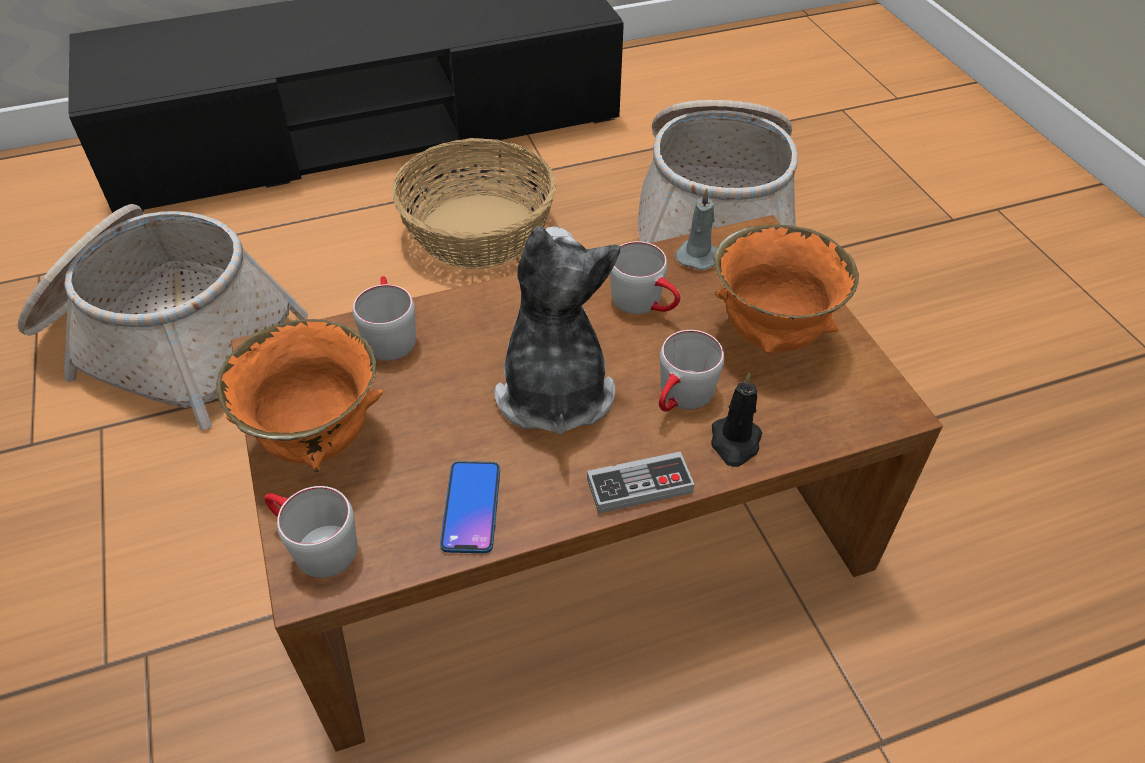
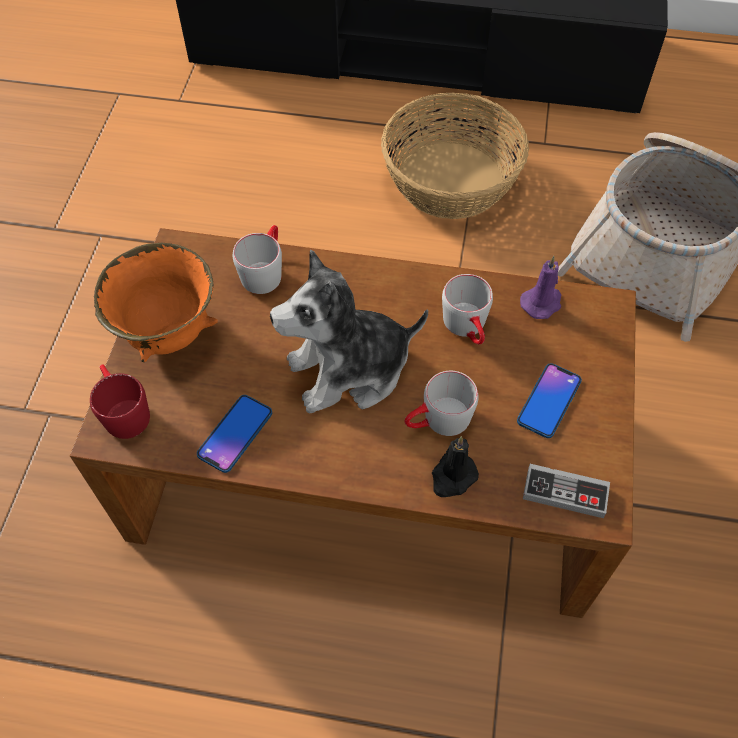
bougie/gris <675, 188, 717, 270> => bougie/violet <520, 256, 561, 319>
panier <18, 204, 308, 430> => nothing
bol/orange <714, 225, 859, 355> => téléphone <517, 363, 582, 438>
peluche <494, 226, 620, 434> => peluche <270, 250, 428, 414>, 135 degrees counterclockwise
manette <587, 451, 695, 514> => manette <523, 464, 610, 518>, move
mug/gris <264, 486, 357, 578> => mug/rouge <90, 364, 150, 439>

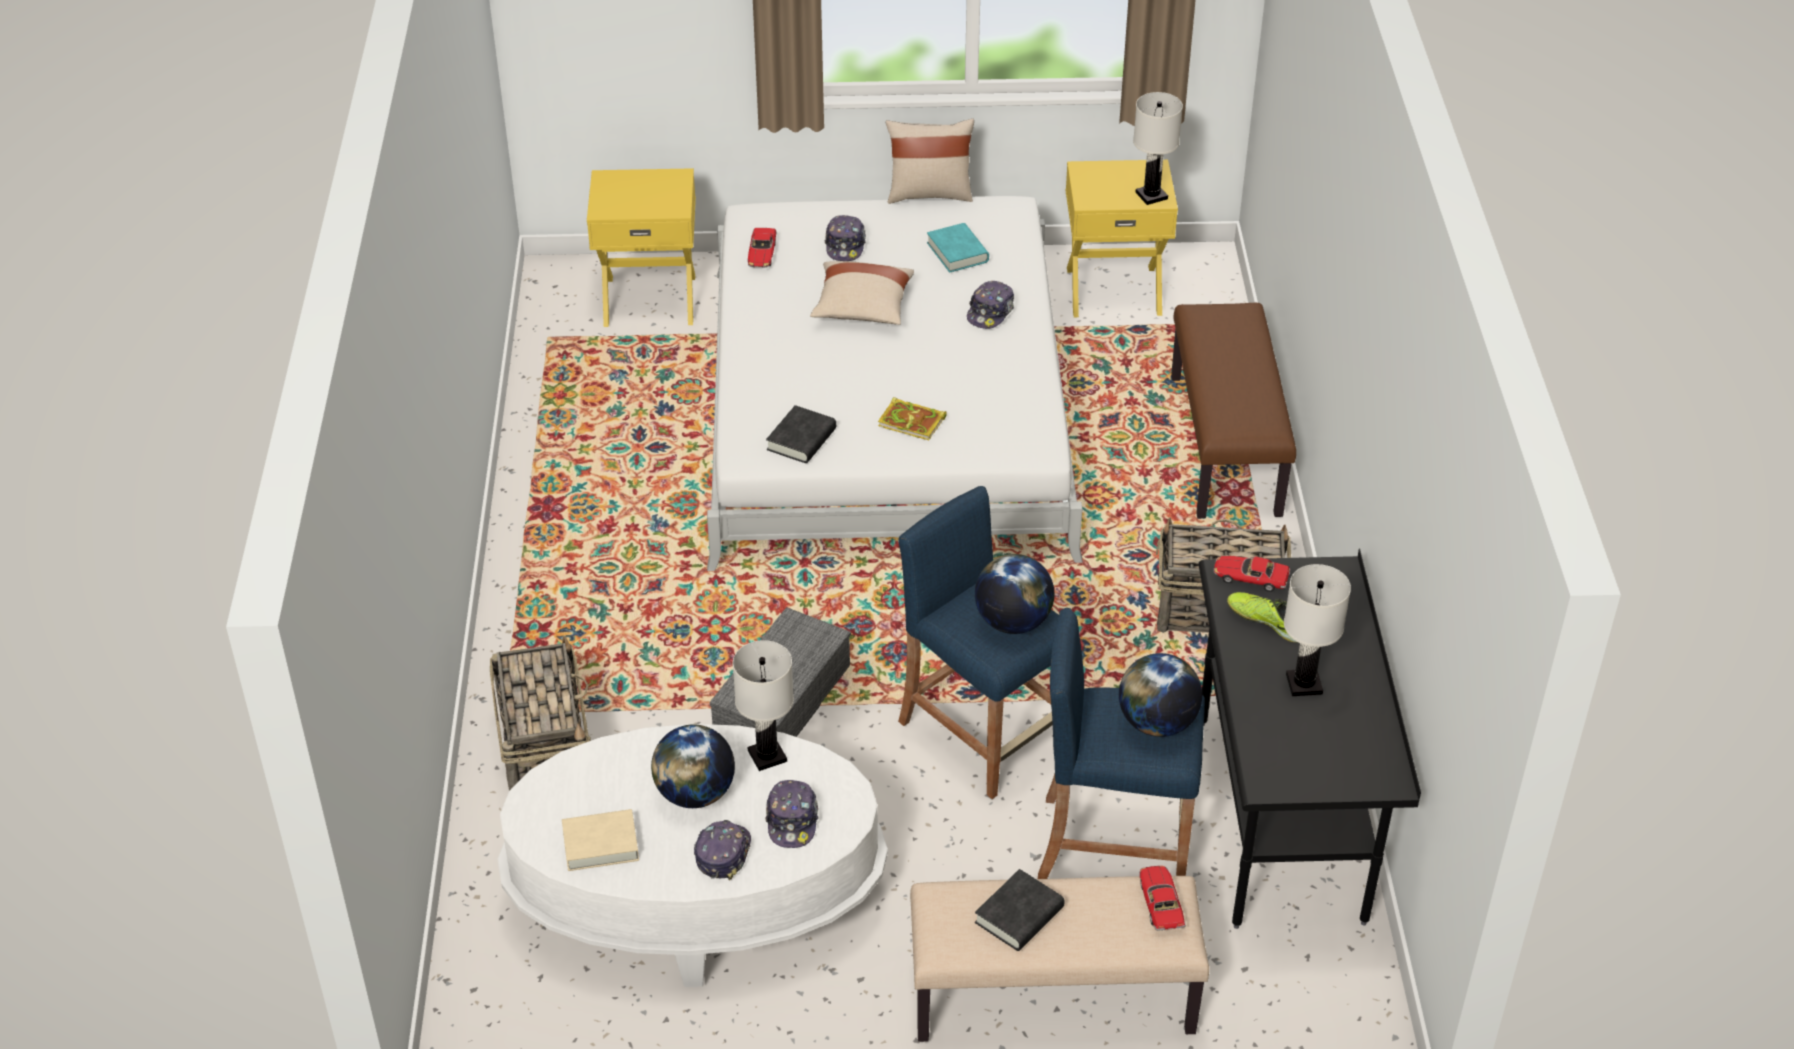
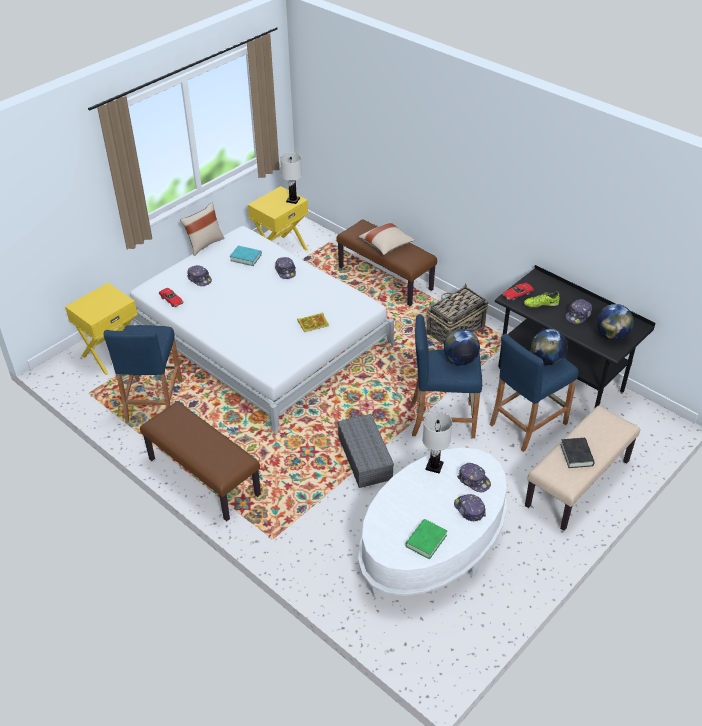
coussin/beige <810, 261, 914, 325> => coussin/beige <359, 222, 415, 255>, move
livre/noir <766, 405, 836, 463> => nothing
lampe de table/blanc <1284, 564, 1351, 696> => casquette <566, 299, 592, 324>
panier <490, 635, 591, 791> => nothing
globe <651, 725, 735, 808> => globe <597, 304, 634, 340>, move
livre/beige <562, 809, 639, 871> => livre/vert <406, 519, 448, 560>
petite voiture <1140, 866, 1186, 931> => nothing
nothing => tabouret/bleu <104, 325, 182, 422>
nothing => banc/marron <140, 402, 261, 521>

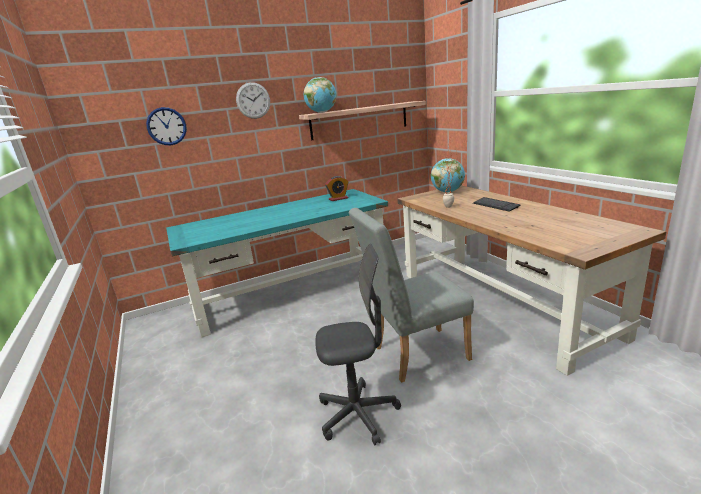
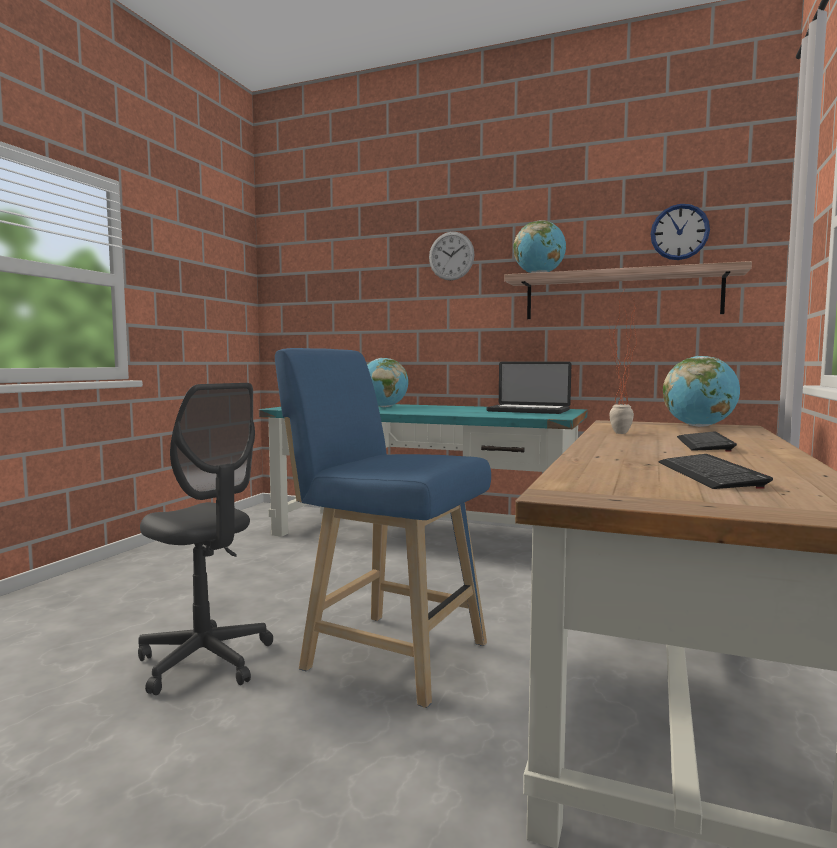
horloge murale <146, 107, 187, 145> => horloge murale <651, 204, 710, 260>, move
réveil <325, 176, 348, 201> => ordinateur portable <486, 362, 571, 414>
chaise/gris <349, 208, 474, 383> => tabouret/bleu <275, 348, 491, 708>
nothing => globe <367, 358, 409, 407>
nothing => clavier <658, 454, 773, 489>

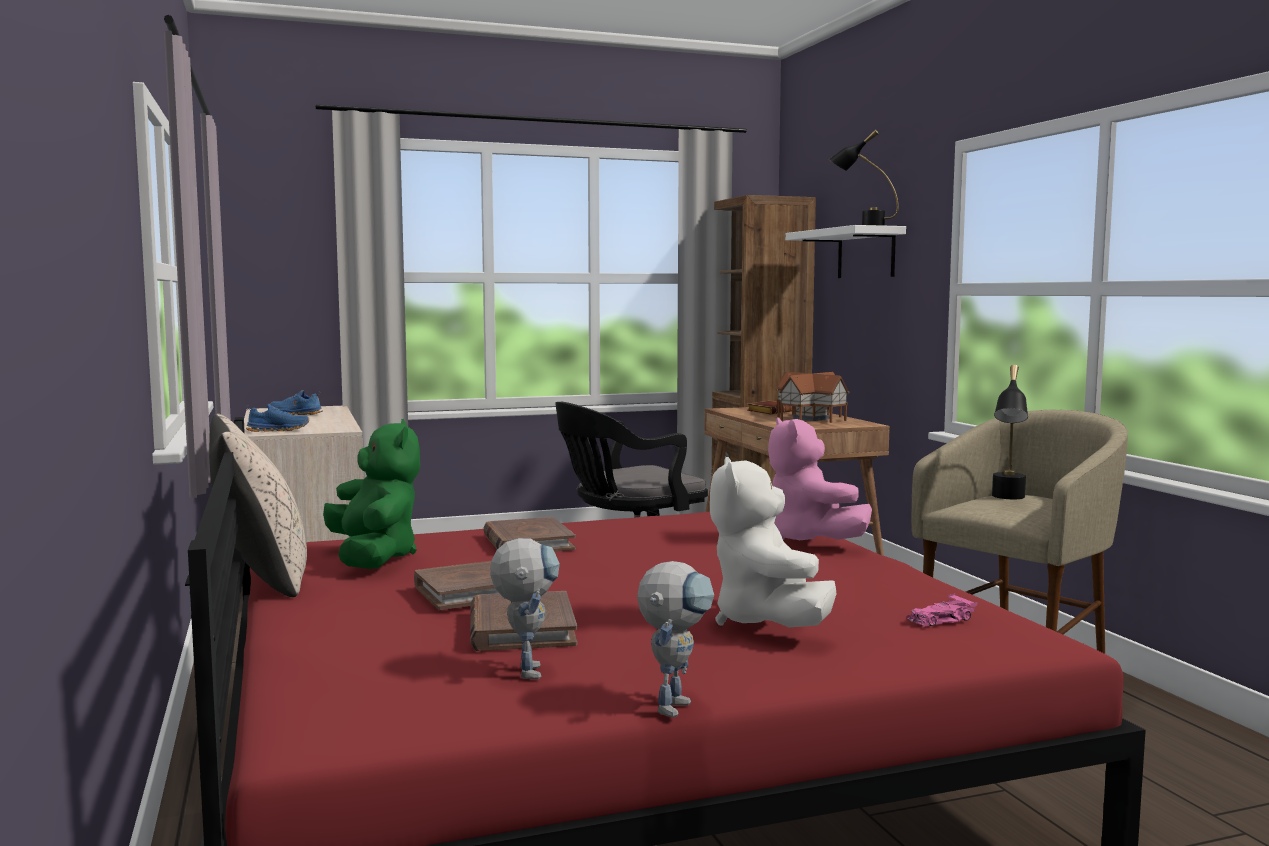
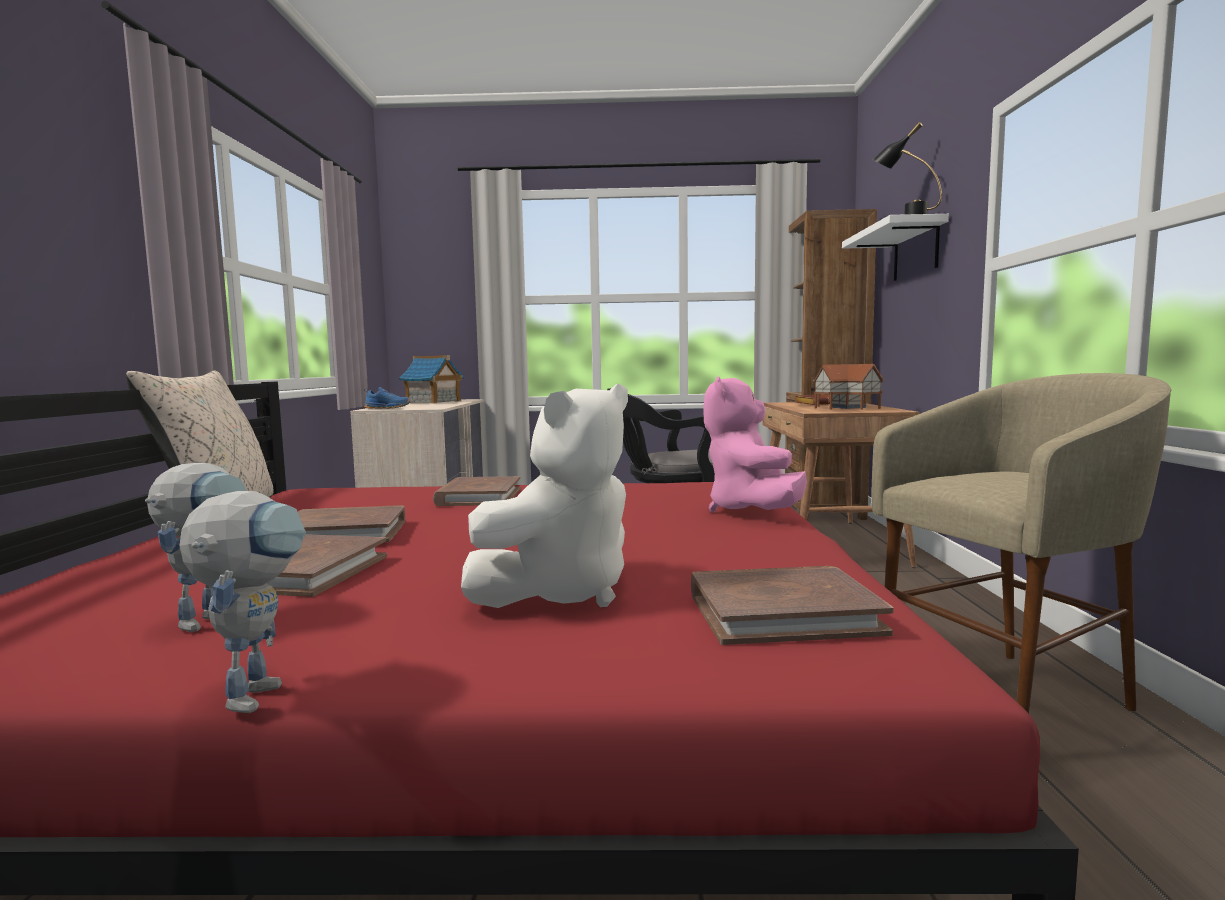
lampe de table/noir <992, 365, 1028, 499> => nothing
chaussure/bleu <270, 390, 323, 415> => maison miniature <399, 355, 465, 404>
peluche/vert <323, 419, 420, 569> => nothing
peluche/blanc <710, 457, 836, 627> => peluche/blanc <461, 384, 628, 608>, 150 degrees counterclockwise
robot jouet <637, 561, 714, 718> => robot jouet <180, 491, 306, 713>, 45 degrees counterclockwise
petite voiture/rose <906, 594, 977, 627> => livre/marron <691, 566, 894, 645>

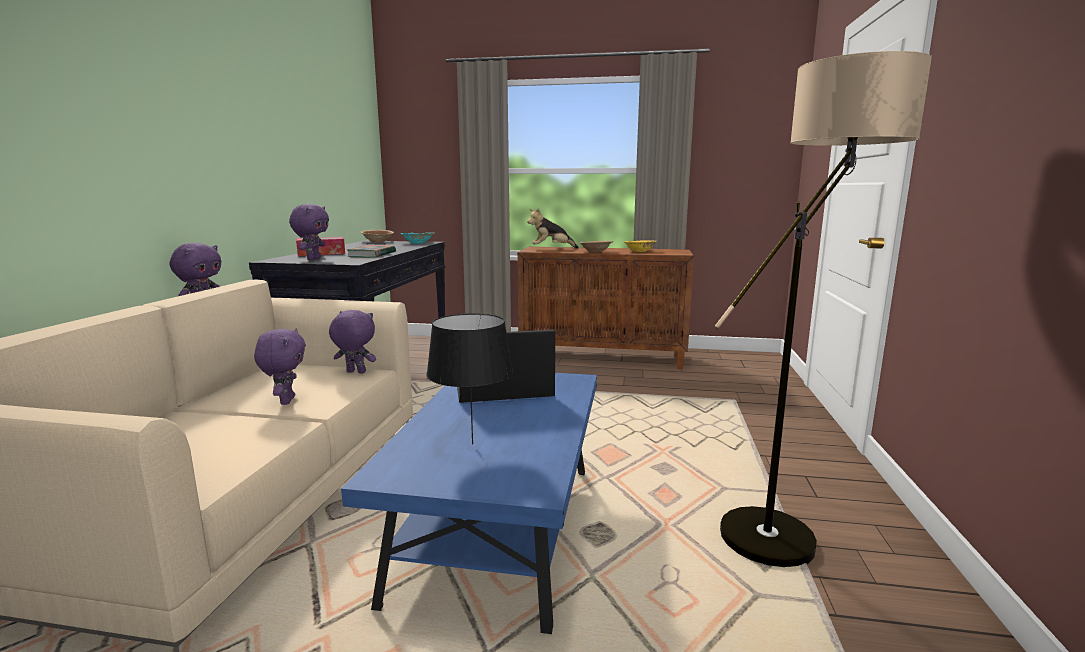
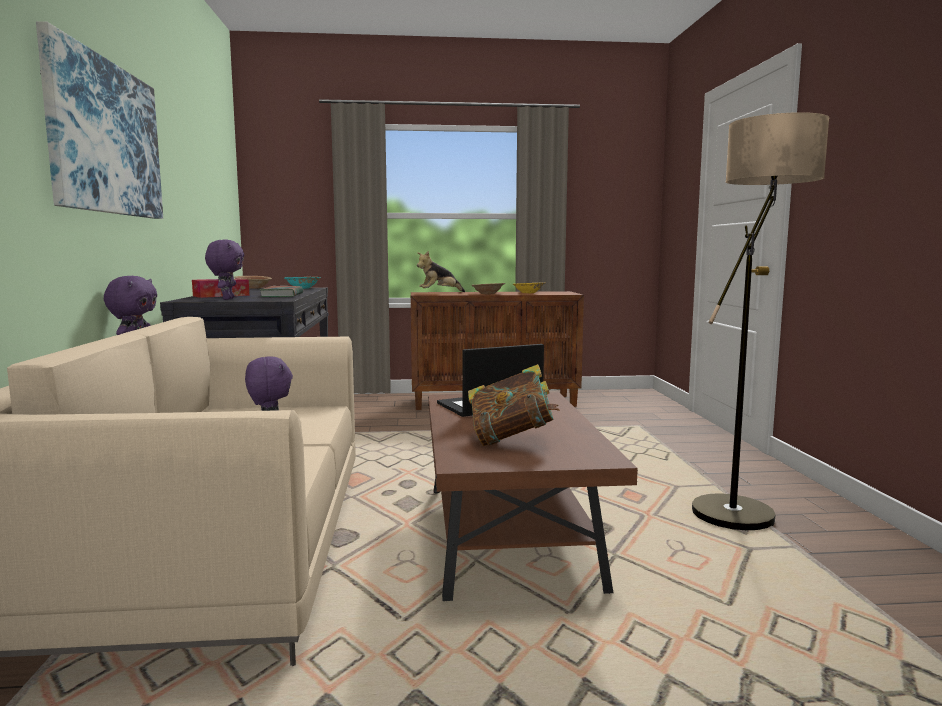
peluche/violet <329, 310, 376, 374> => nothing
lampe de table/noir <426, 313, 513, 444> => livre <468, 364, 560, 446>
table basse/bleu <341, 373, 597, 634> => table basse/marron <428, 392, 638, 601>
nothing => tableau <36, 21, 163, 219>

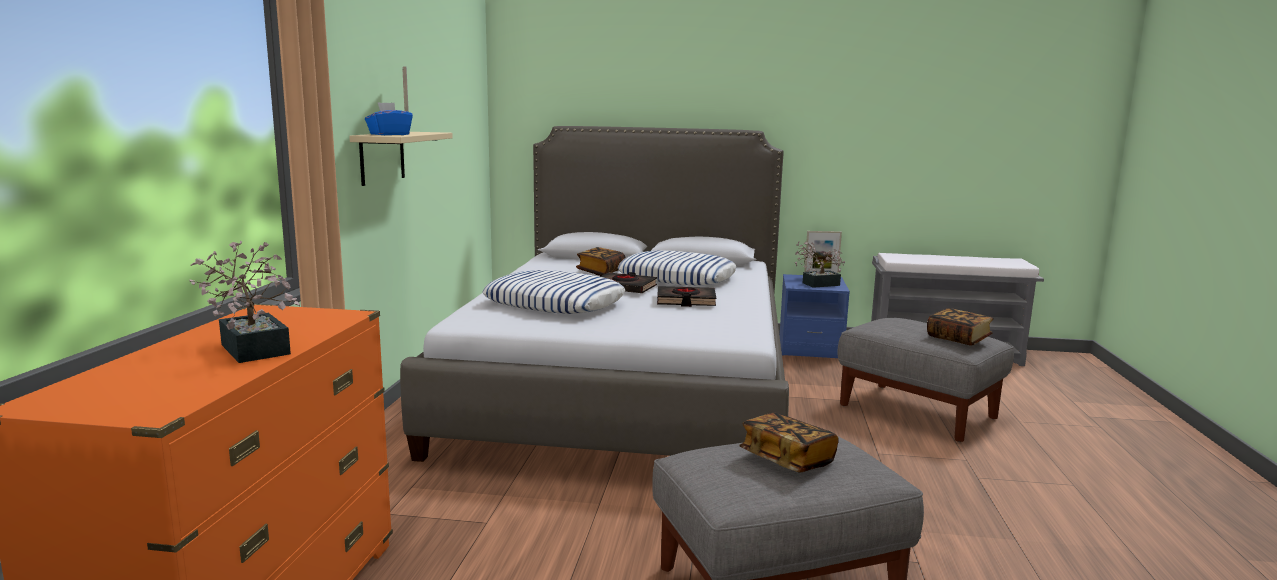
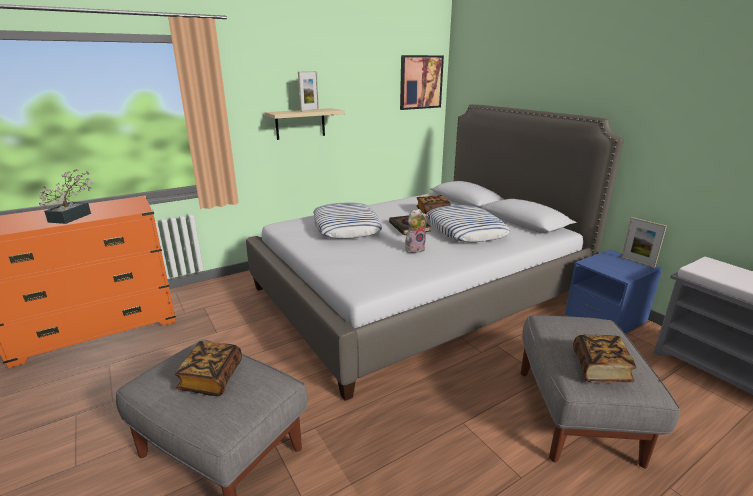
boîte à mouchoirs/bleu <365, 102, 413, 135> => nothing
plante en pot <795, 241, 845, 288> => nothing
livre/noir <657, 286, 716, 307> => peluche <405, 209, 428, 253>
nothing => tableau <400, 55, 444, 110>

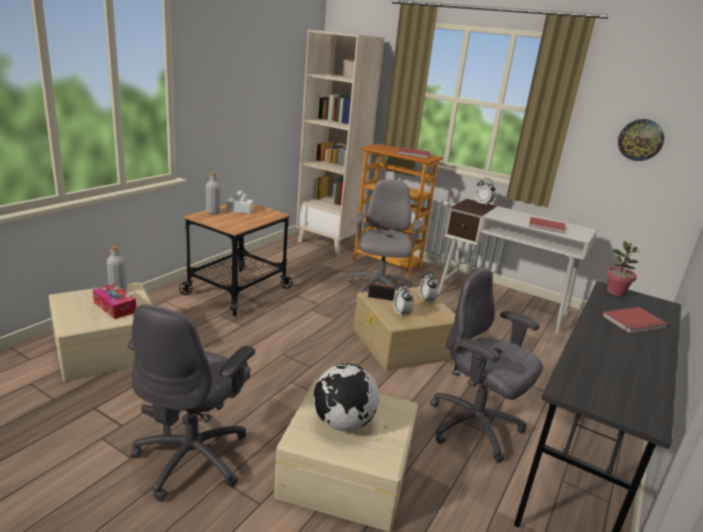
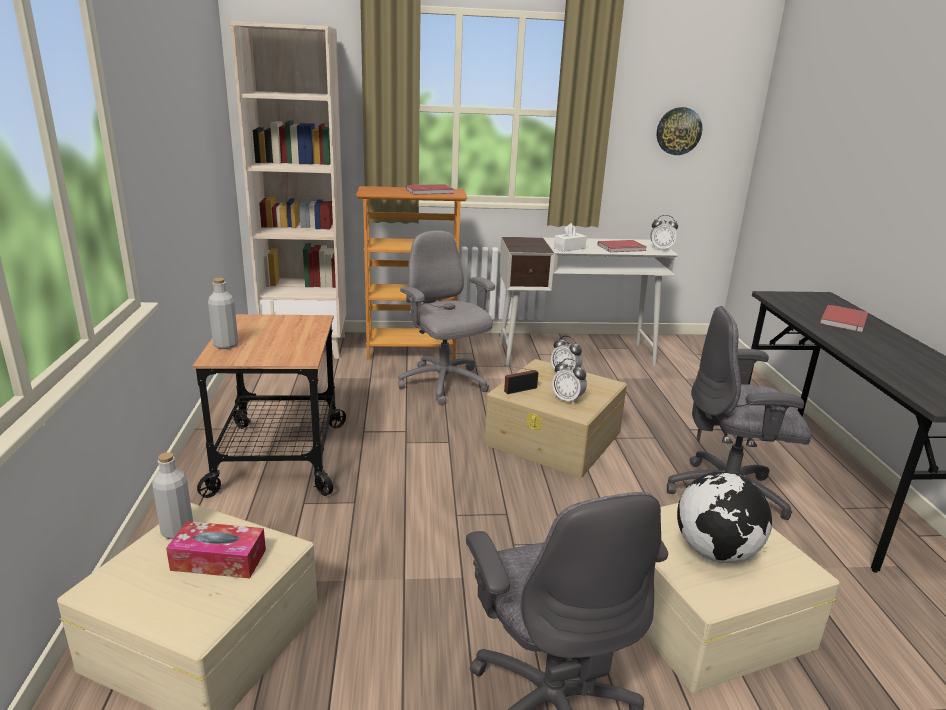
réveil <475, 178, 496, 205> => réveil <650, 215, 678, 250>, move
boîte à mouchoirs/blanc <226, 191, 253, 214> => boîte à mouchoirs/blanc <554, 223, 587, 252>, move
plante en pot <606, 241, 638, 296> => nothing

